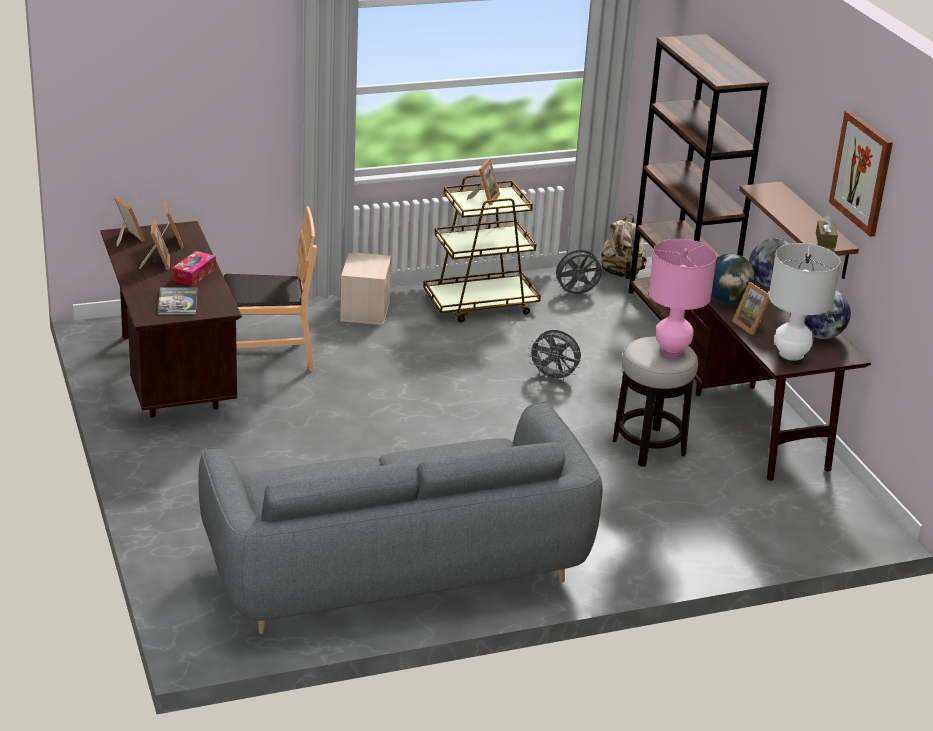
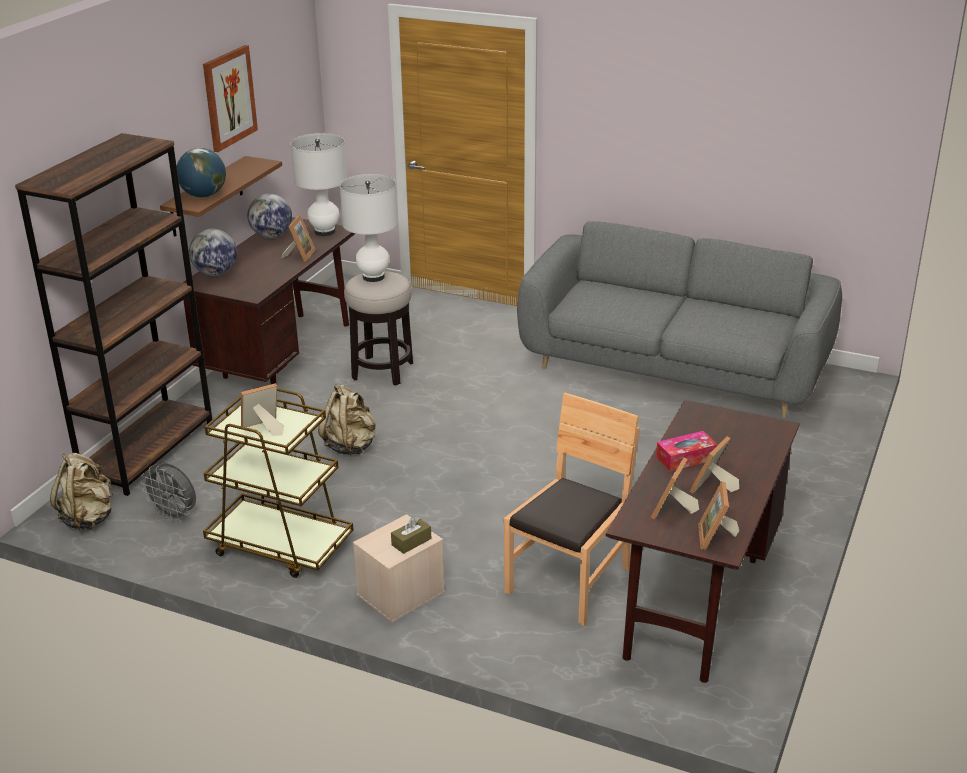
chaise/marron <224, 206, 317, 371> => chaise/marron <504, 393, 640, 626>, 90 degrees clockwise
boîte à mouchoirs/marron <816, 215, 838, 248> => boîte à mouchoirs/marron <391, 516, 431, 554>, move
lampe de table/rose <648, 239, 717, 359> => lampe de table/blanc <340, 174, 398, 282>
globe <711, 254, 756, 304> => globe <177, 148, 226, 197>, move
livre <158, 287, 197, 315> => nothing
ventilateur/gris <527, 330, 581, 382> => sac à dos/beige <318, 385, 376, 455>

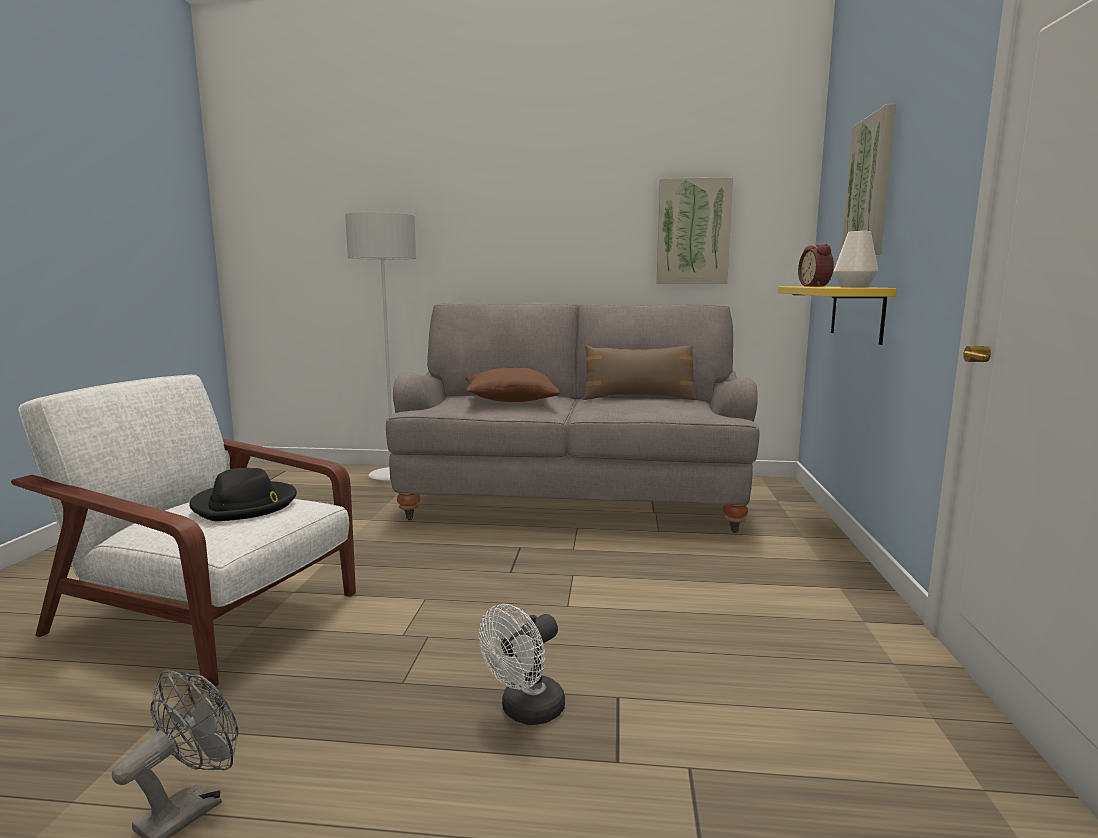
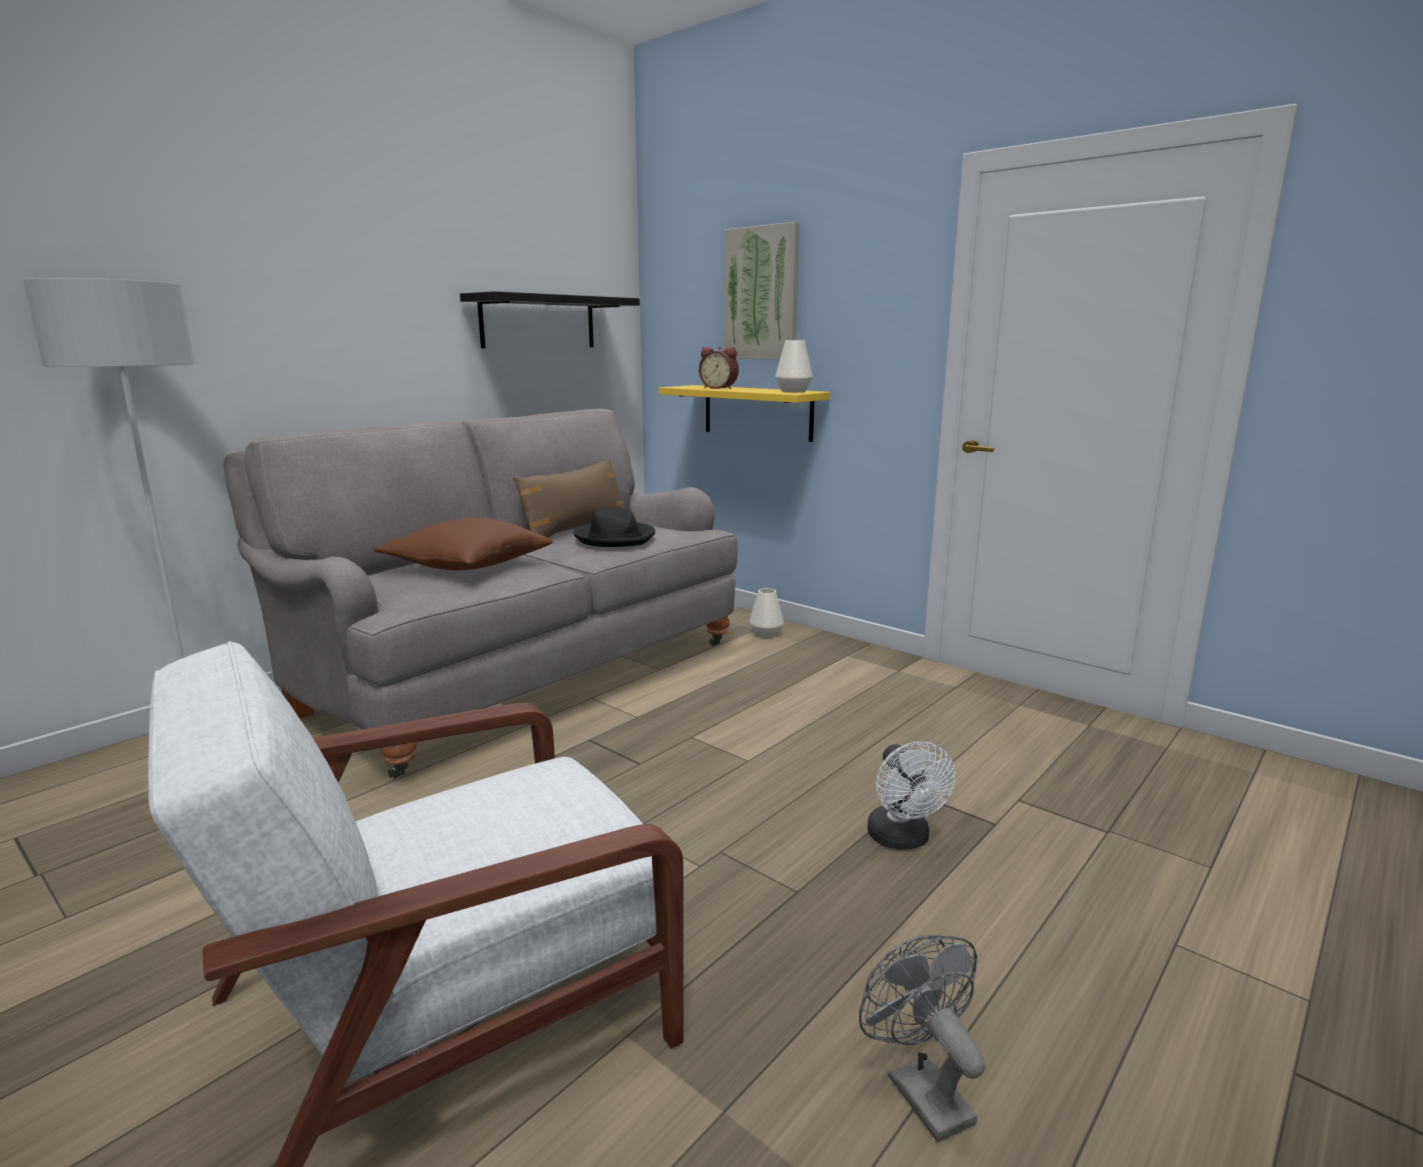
tableau <656, 177, 733, 284> => étagère/noir <460, 291, 640, 348>
chapeau/noir <190, 468, 297, 521> => chapeau/noir <573, 508, 655, 547>, move
nothing => vase/blanc <749, 588, 784, 638>

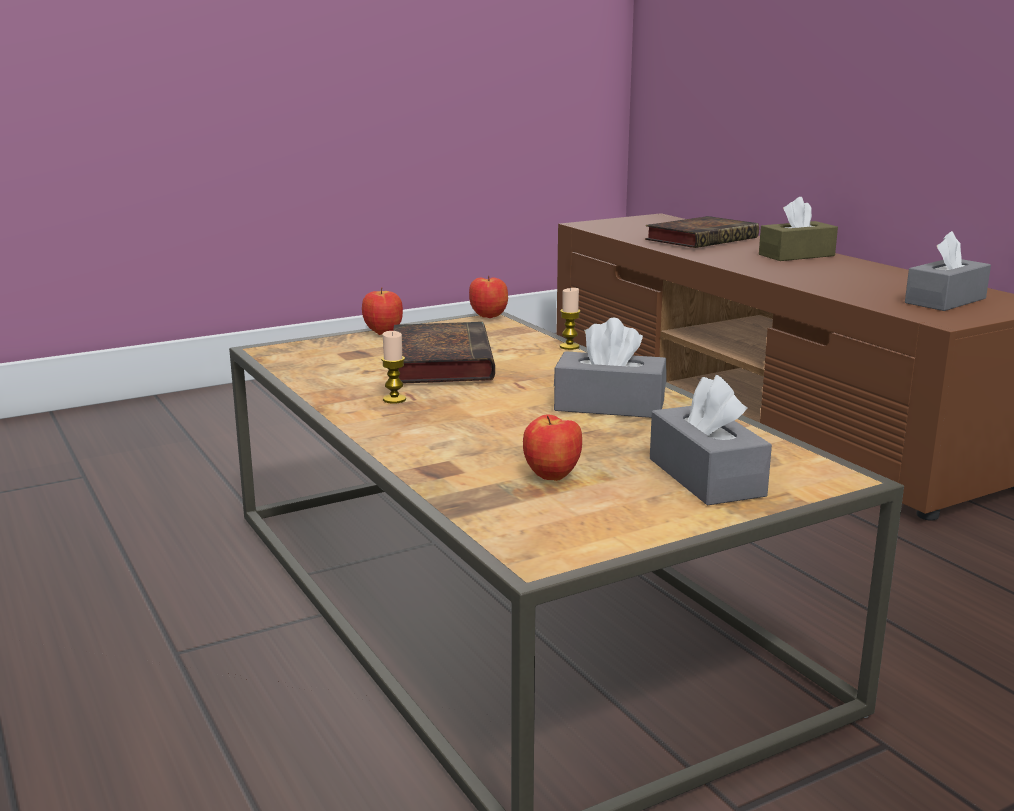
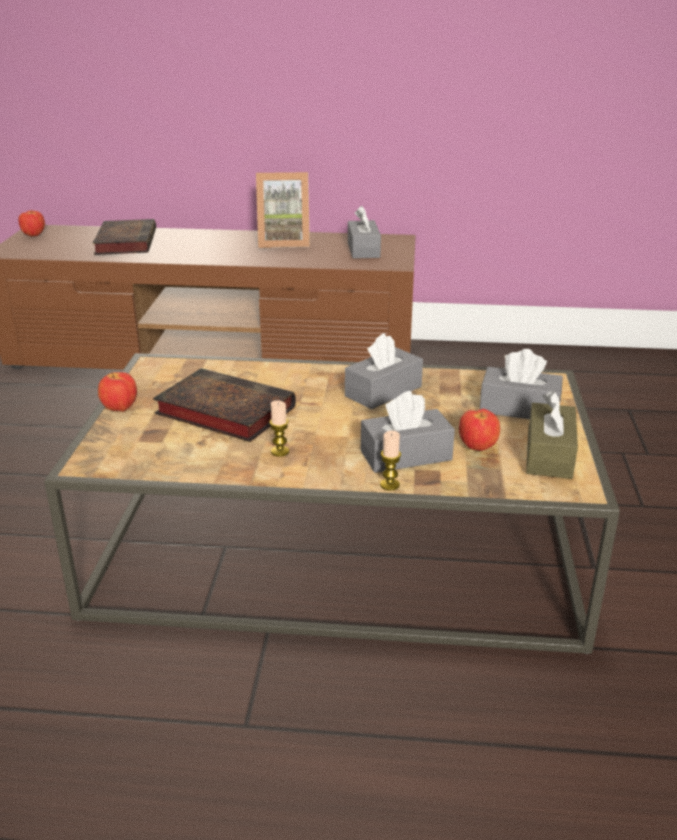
boîte à mouchoirs/marron <759, 197, 838, 261> => boîte à mouchoirs/marron <526, 391, 578, 479>, move
pomme <469, 276, 508, 318> => pomme <18, 210, 45, 237>, move
bougie <560, 288, 581, 350> => bougie <380, 431, 401, 491>, move
nothing => cadre photo <256, 172, 310, 248>
nothing => boîte à mouchoirs/gris <361, 391, 455, 473>

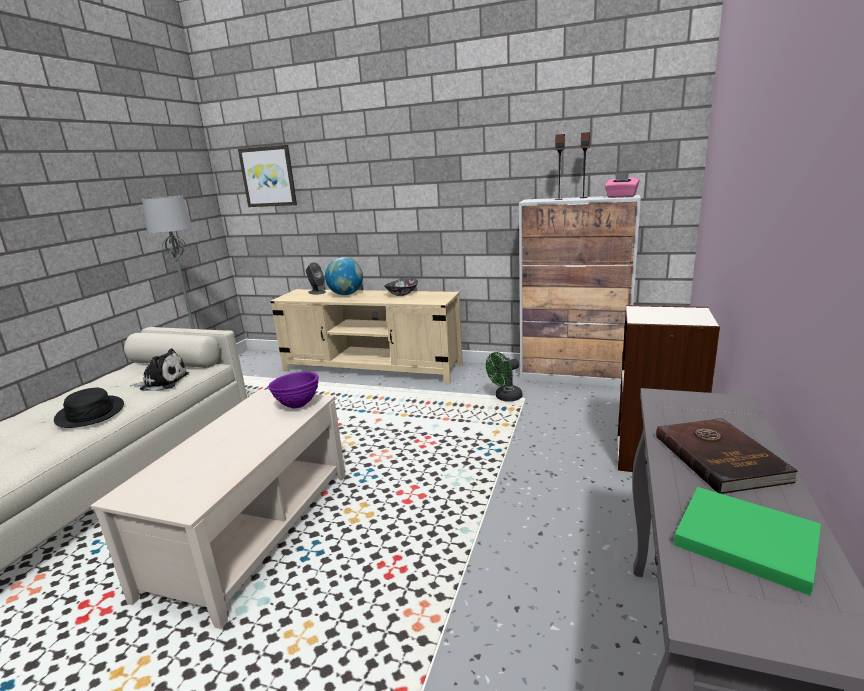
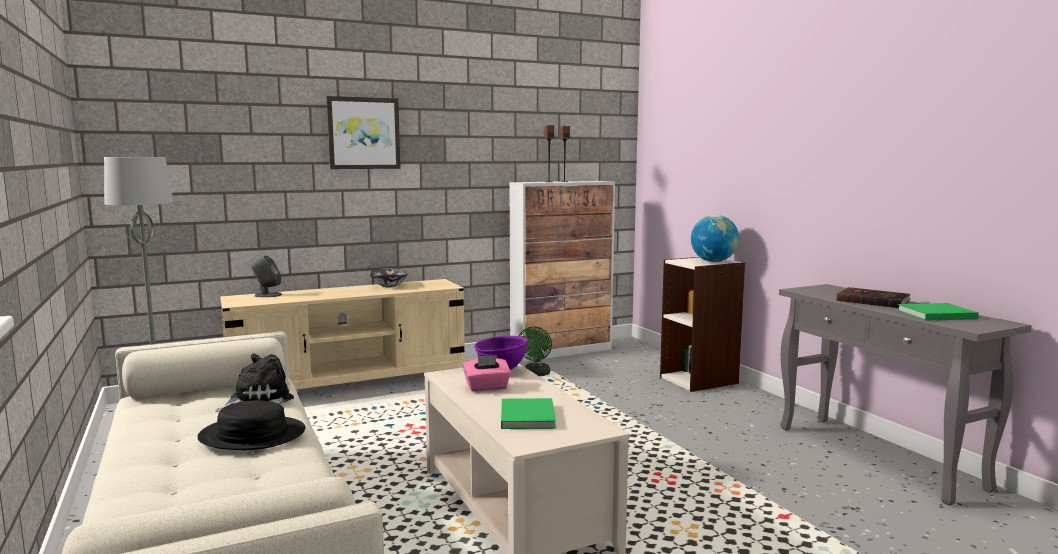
tableau <238, 145, 297, 207> => tableau <326, 96, 401, 169>, move
boîte à mouchoirs/rose <605, 172, 639, 198> => boîte à mouchoirs/rose <462, 355, 511, 392>, move
globe <325, 257, 363, 295> => globe <691, 215, 739, 262>, move
nothing => livre/vert <501, 398, 556, 429>

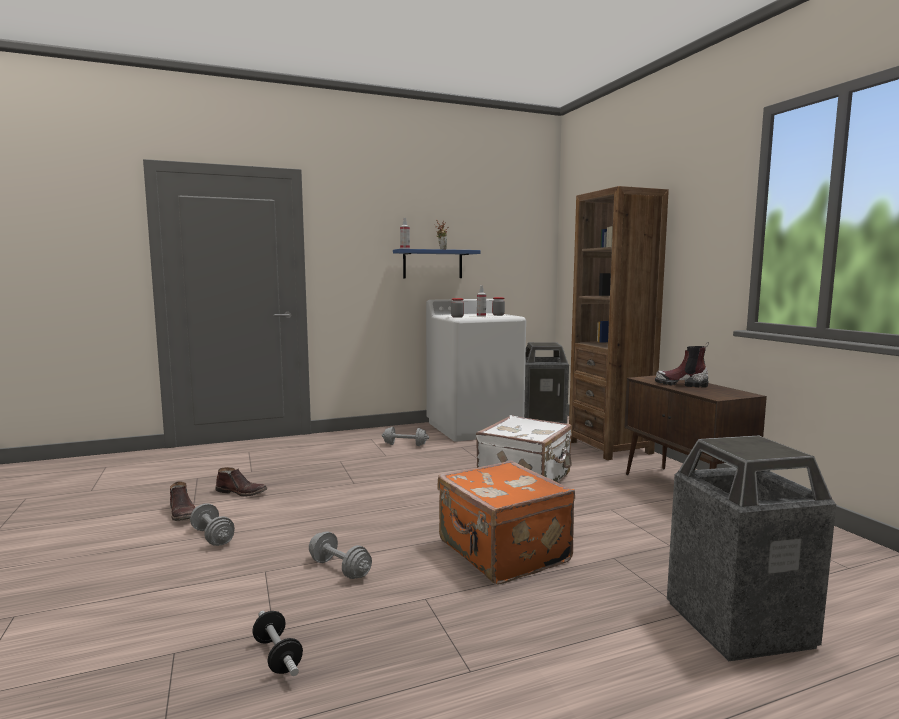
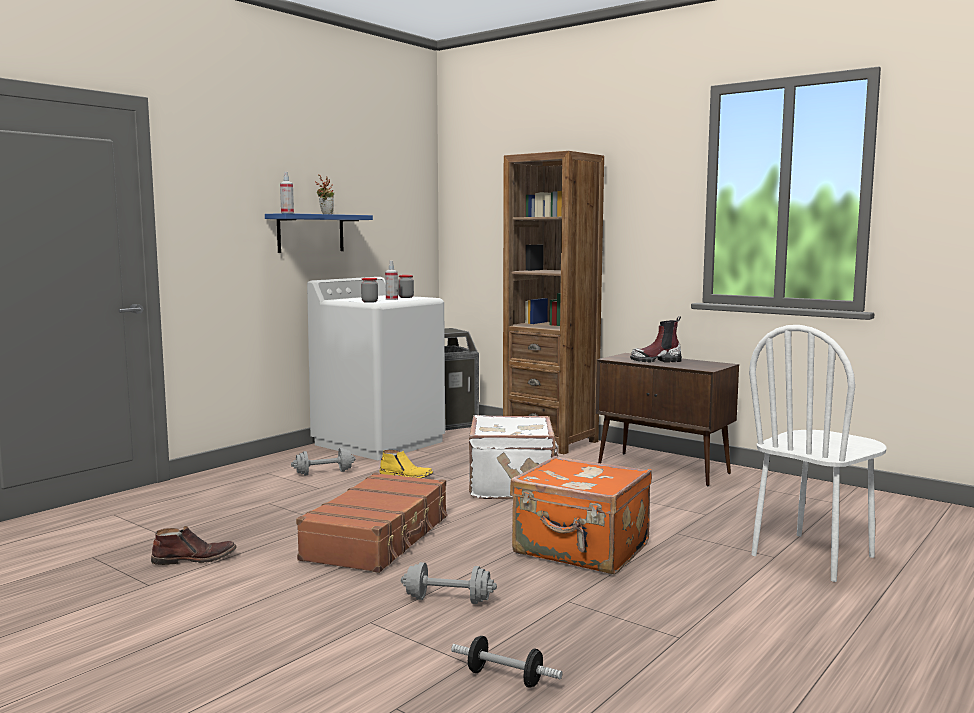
poubelle <667, 436, 836, 662> => chaise/blanc <749, 325, 887, 582>
botte/marron <170, 482, 195, 521> => nothing
haltère/gris <190, 503, 235, 546> => nothing
nothing => botte/jaune <379, 450, 433, 478>
nothing => valise/marron <296, 472, 448, 573>

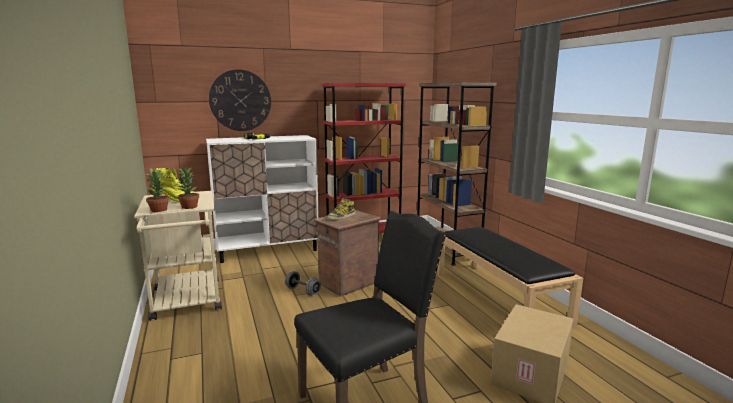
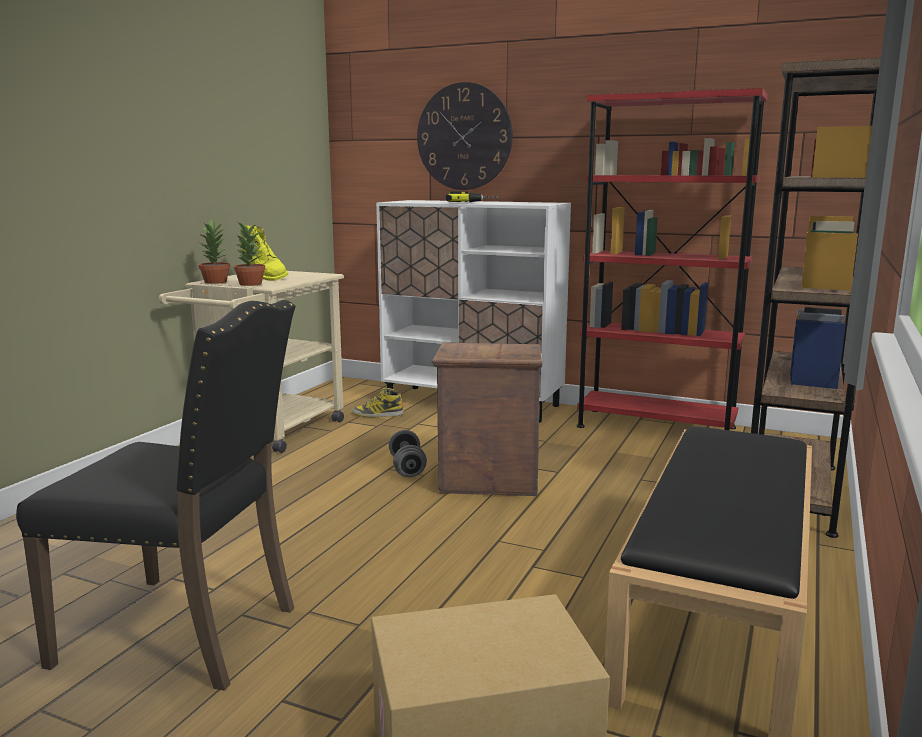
botte <326, 198, 355, 220> => botte <352, 388, 404, 417>, move

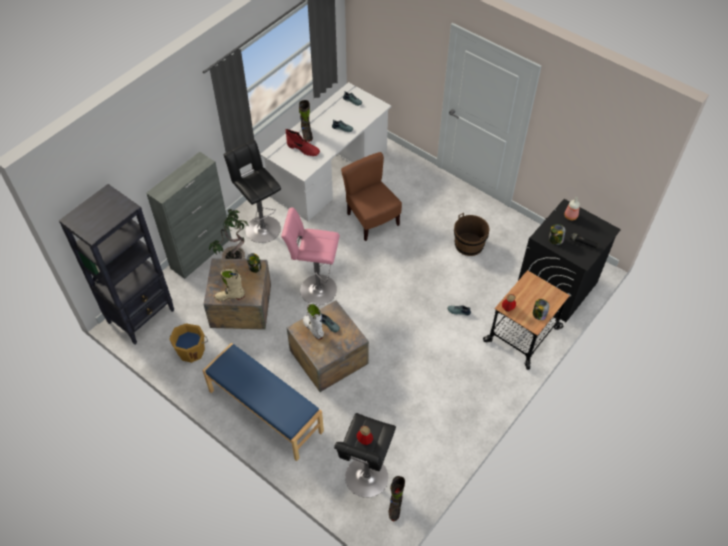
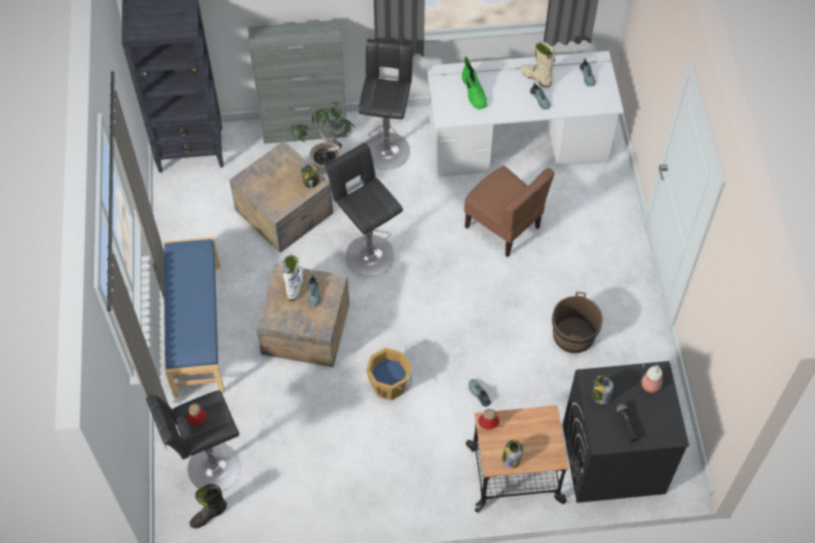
botte/noir <299, 100, 313, 142> => nothing
botte/rouge <286, 129, 320, 156> => botte/vert <462, 57, 487, 109>
chaise/marron <341, 152, 402, 241> => chaise/marron <464, 166, 555, 257>, 120 degrees clockwise
tabouret/rose <281, 207, 340, 305> => tabouret/noir <325, 143, 403, 276>
botte/beige <214, 269, 245, 301> => botte/beige <521, 41, 556, 87>, move
seau/orange <170, 324, 208, 363> => seau/orange <366, 348, 412, 401>, move

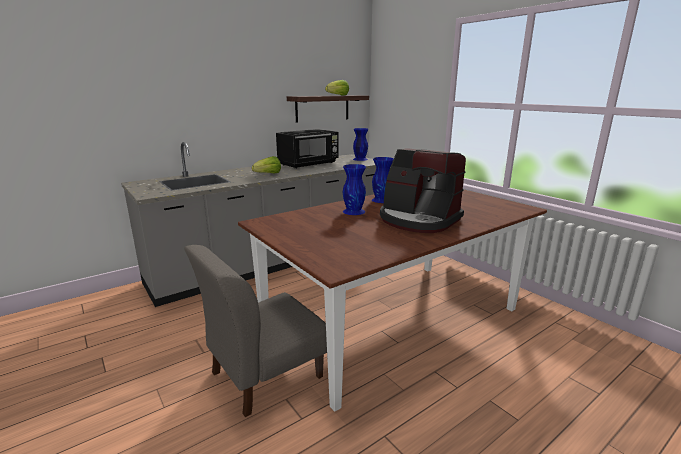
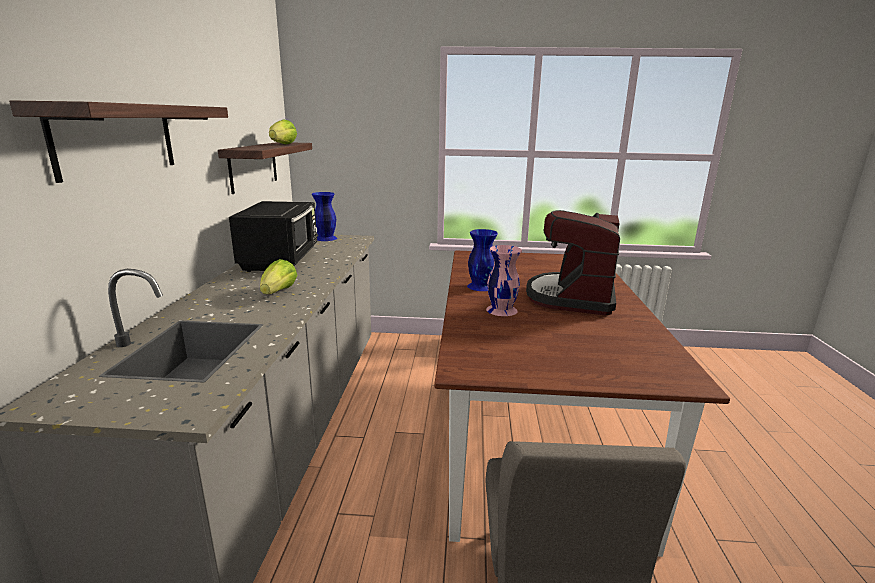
machine à café <380, 148, 466, 233> => machine à café <526, 210, 620, 316>, 120 degrees clockwise
vase/bleu <343, 164, 366, 215> => vase/rose <486, 245, 522, 316>
nothing => étagère <9, 100, 228, 183>

